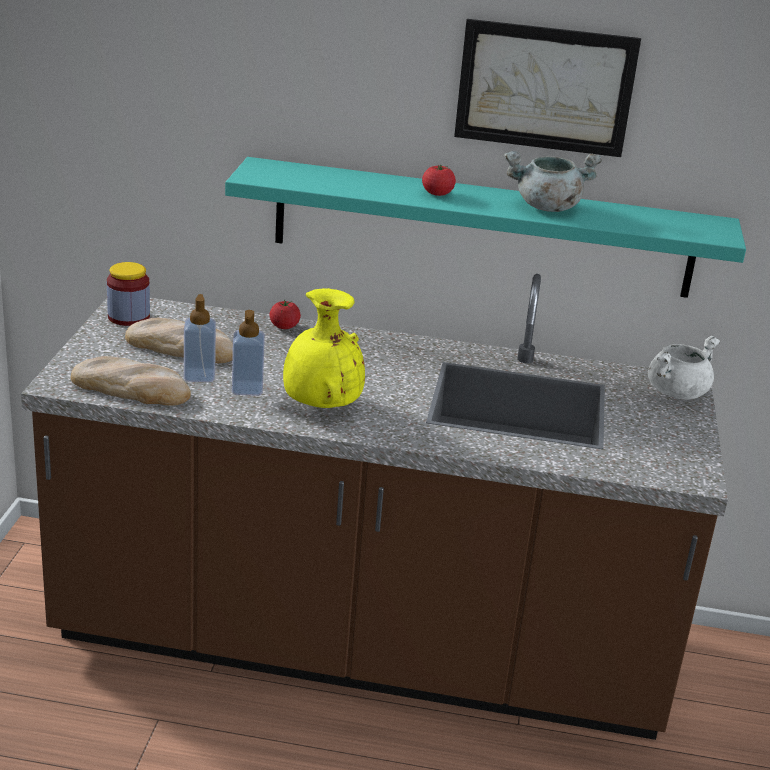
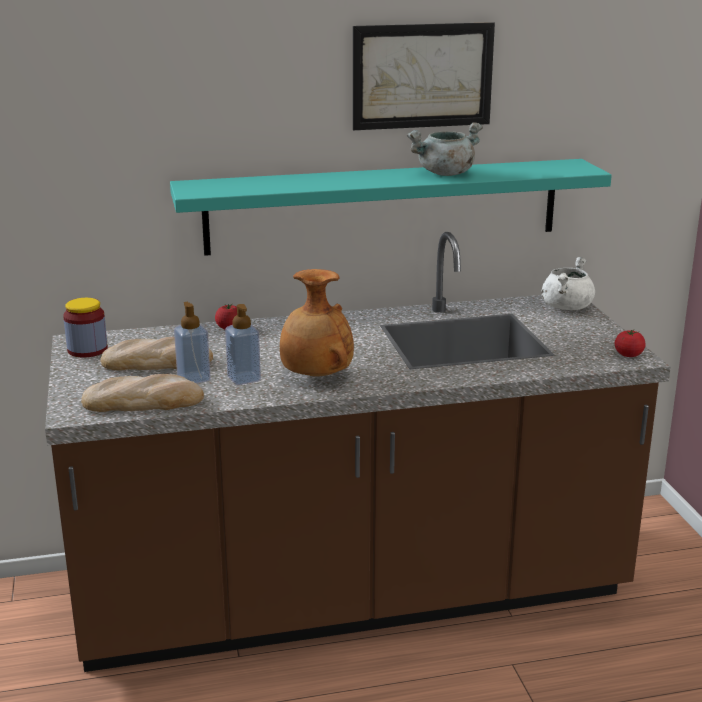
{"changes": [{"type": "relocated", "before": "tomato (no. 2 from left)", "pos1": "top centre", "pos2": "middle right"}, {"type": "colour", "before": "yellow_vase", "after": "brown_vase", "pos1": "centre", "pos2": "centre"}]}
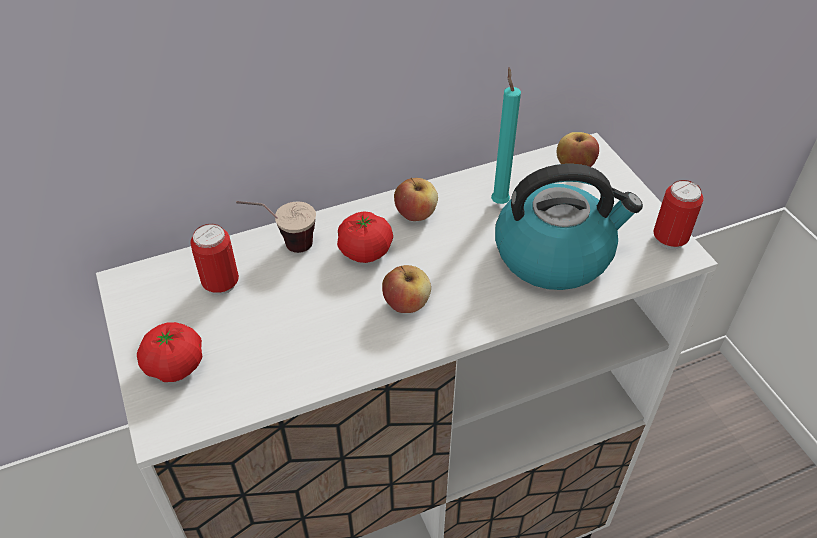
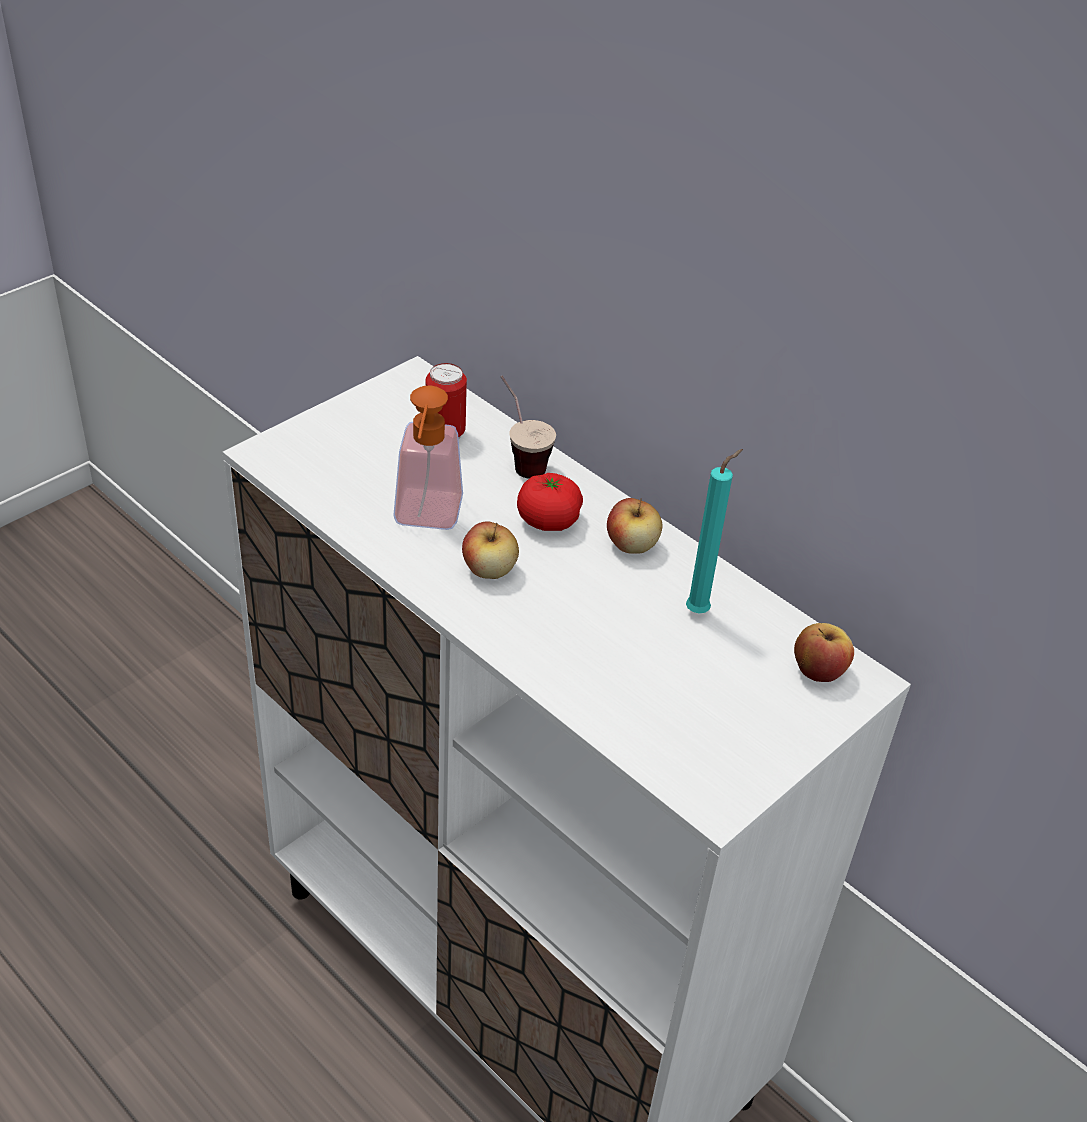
{"changes": [{"type": "missing", "before": "tomato (no. 1 from left)", "pos1": "middle left"}, {"type": "missing", "before": "kettle", "pos1": "middle right"}, {"type": "missing", "before": "can (no. 2 from left)", "pos1": "middle right"}, {"type": "appeared", "after": "soap_dispenser", "pos2": "centre"}]}
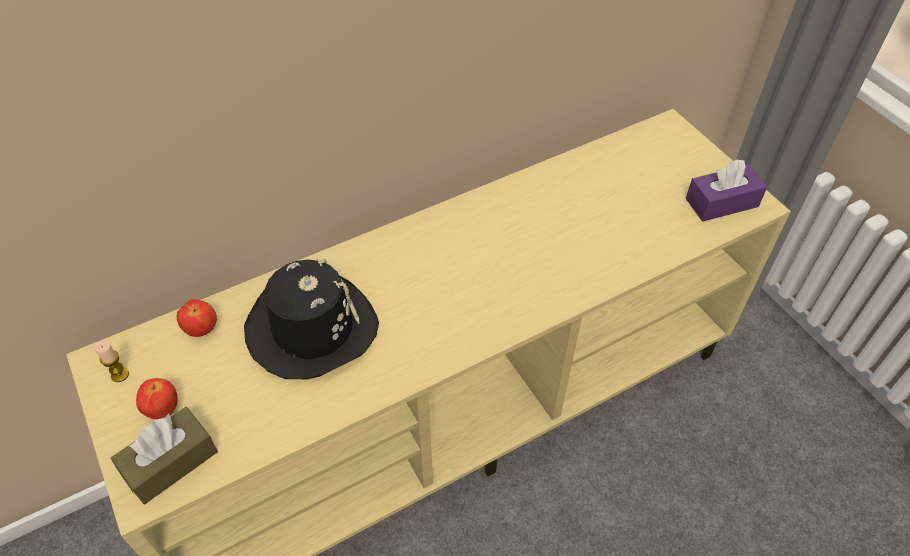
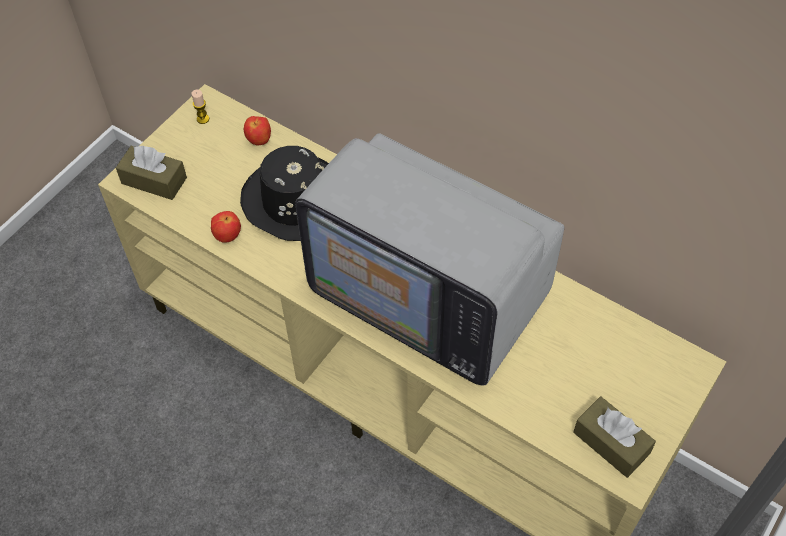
{"changes": [{"type": "appeared", "after": "television", "pos2": "centre"}, {"type": "relocated", "before": "apple (no. 1 from left)", "pos1": "bottom left", "pos2": "middle left"}, {"type": "colour", "before": "purple_tissue_box", "after": "brown_tissue_box (no. 2 from left)", "pos1": "middle right", "pos2": "bottom right"}]}
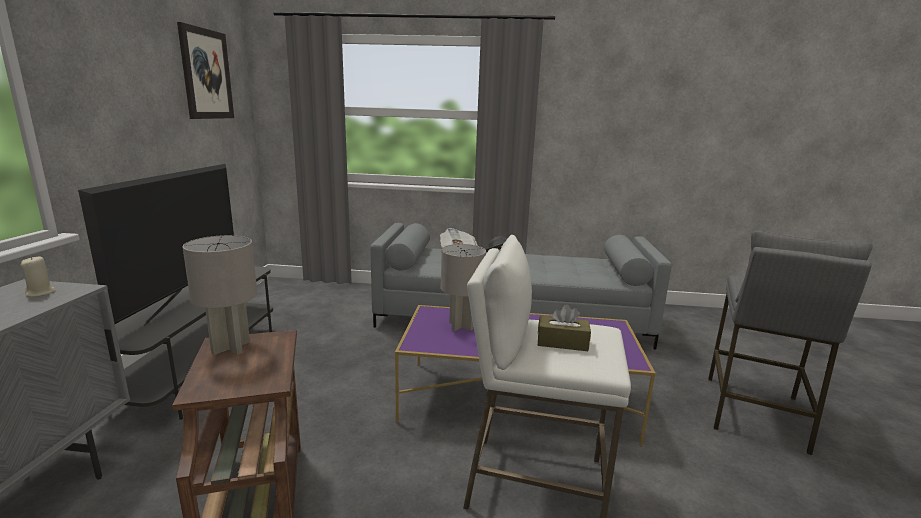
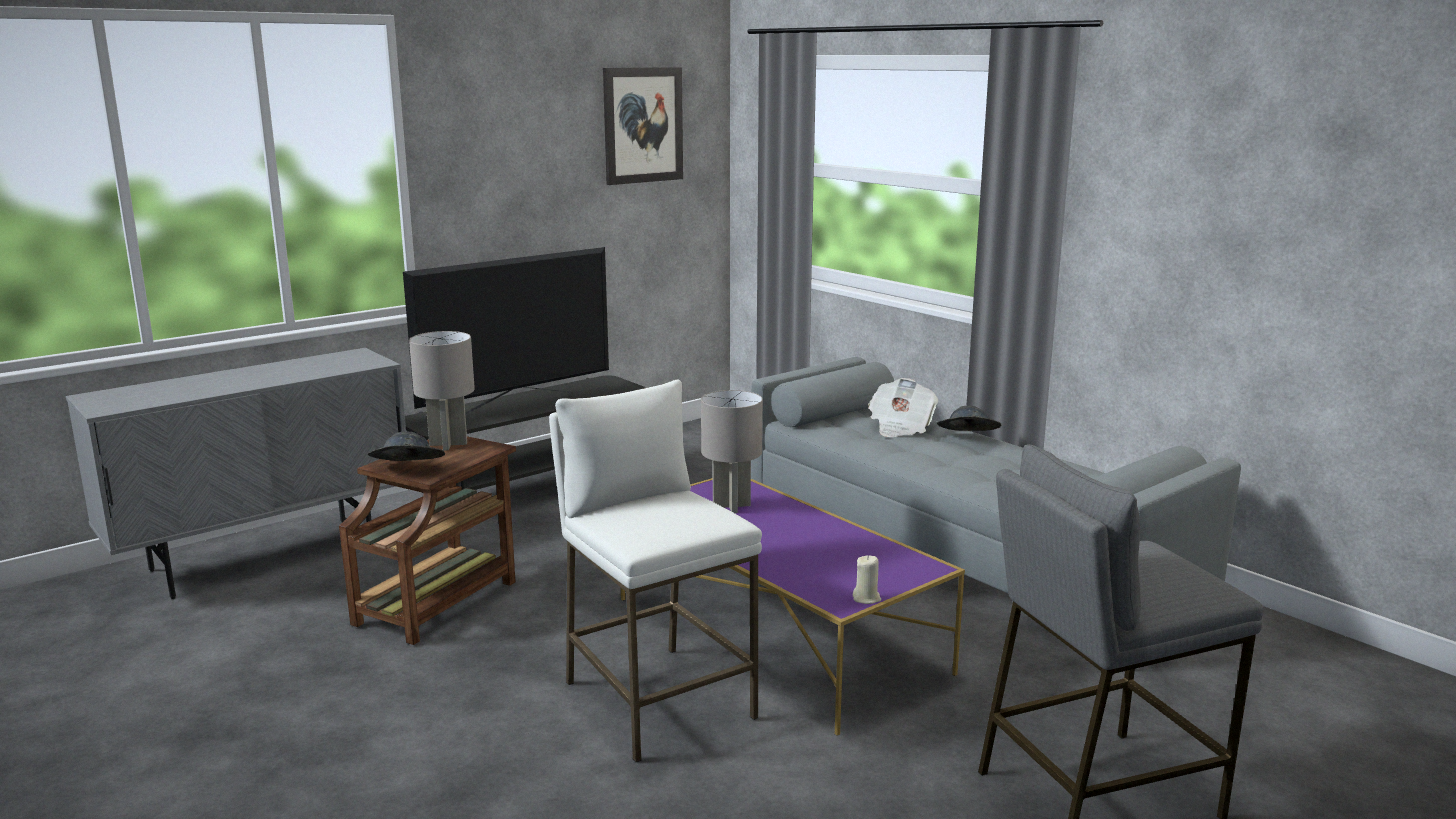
{"changes": [{"type": "missing", "before": "brown_tissue_box", "pos1": "centre"}, {"type": "appeared", "after": "grey_hat (no. 1 from left)", "pos2": "middle left"}, {"type": "relocated", "before": "beige_candle", "pos1": "middle left", "pos2": "bottom centre"}]}
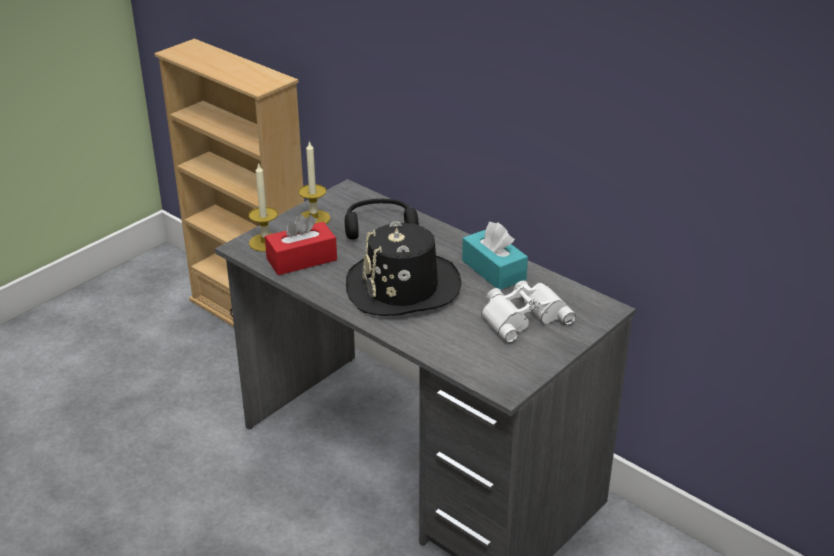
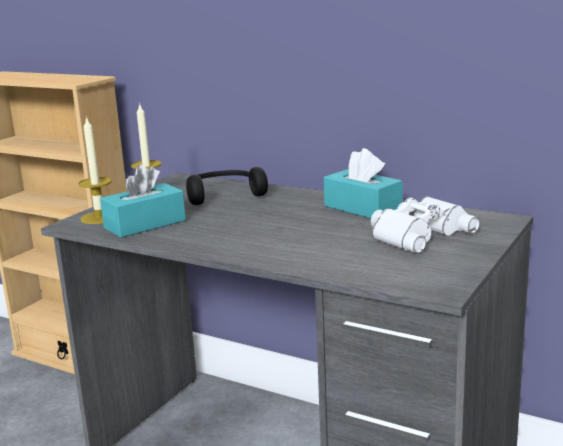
{"changes": [{"type": "missing", "before": "black_hat", "pos1": "centre"}, {"type": "colour", "before": "red_tissue_box", "after": "turquoise_tissue_box (no. 1 from left)", "pos1": "centre", "pos2": "middle left"}]}
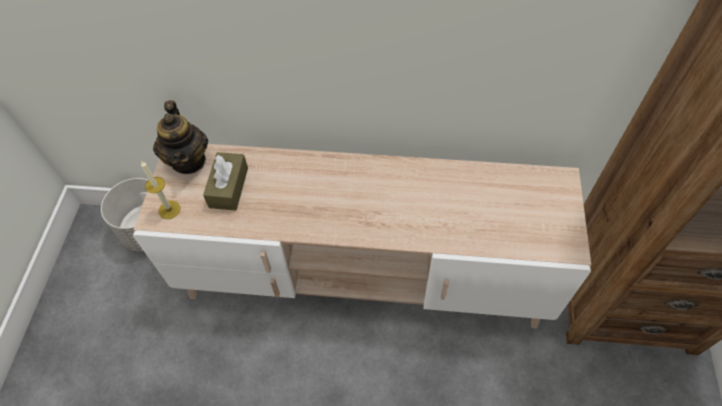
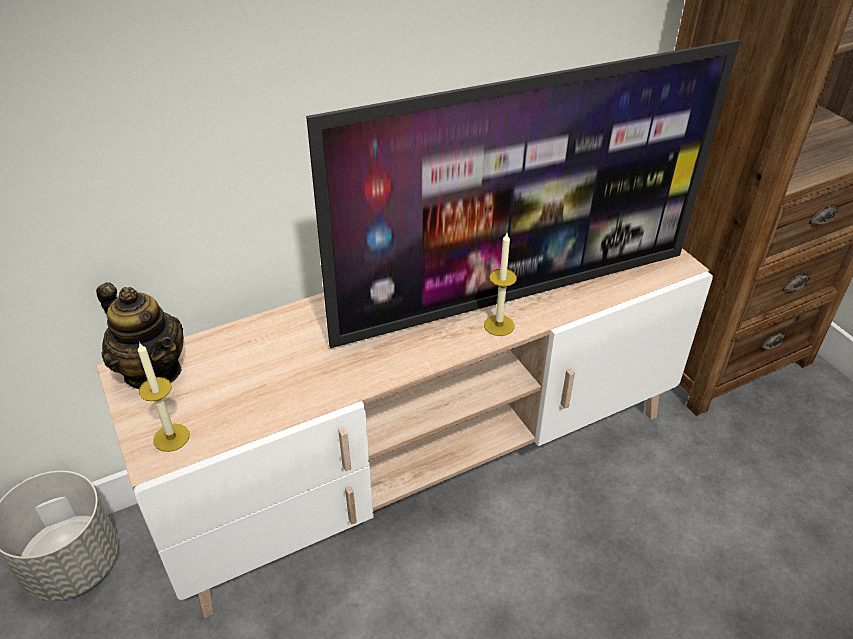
{"changes": [{"type": "missing", "before": "brown_tissue_box", "pos1": "middle left"}, {"type": "appeared", "after": "television", "pos2": "top centre"}, {"type": "appeared", "after": "candle (no. 2 from left)", "pos2": "centre"}]}
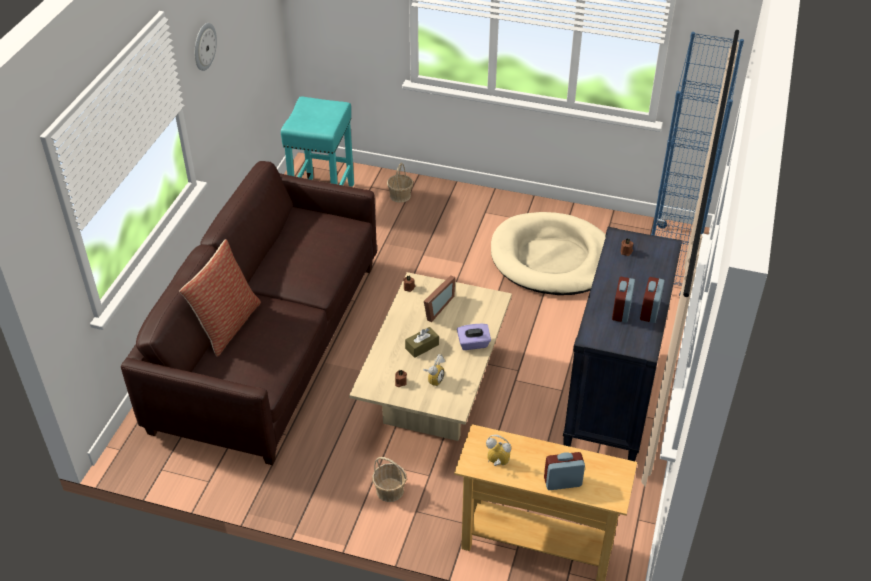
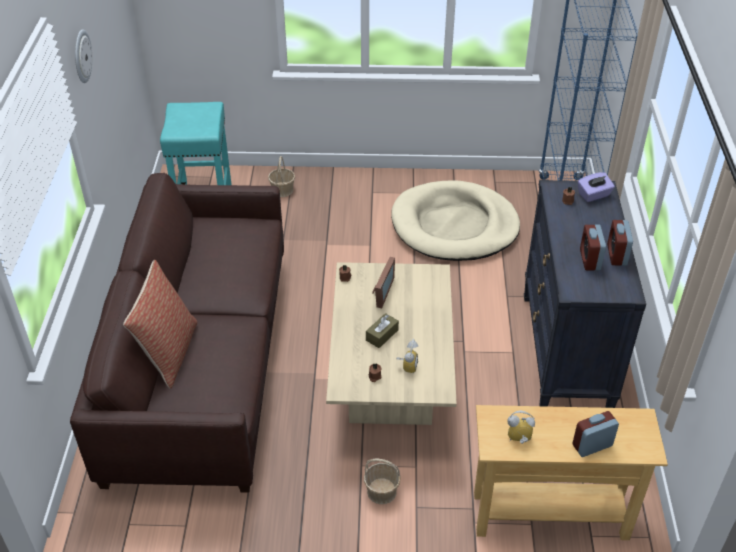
{"changes": [{"type": "relocated", "before": "purple_tissue_box", "pos1": "centre", "pos2": "middle right"}]}
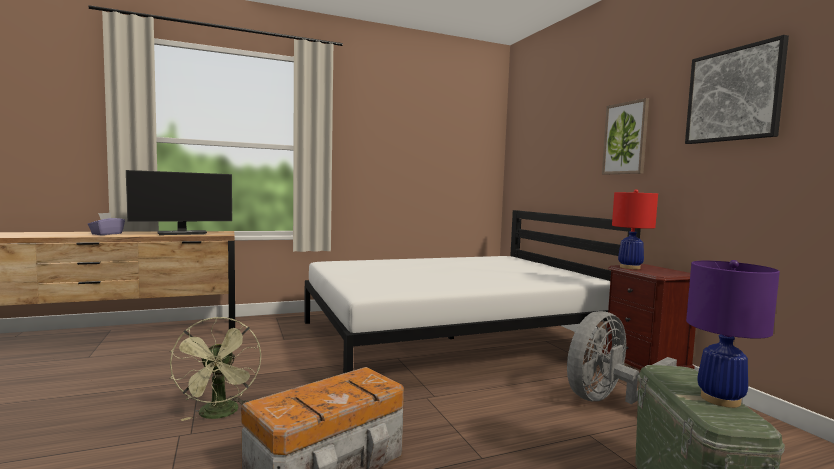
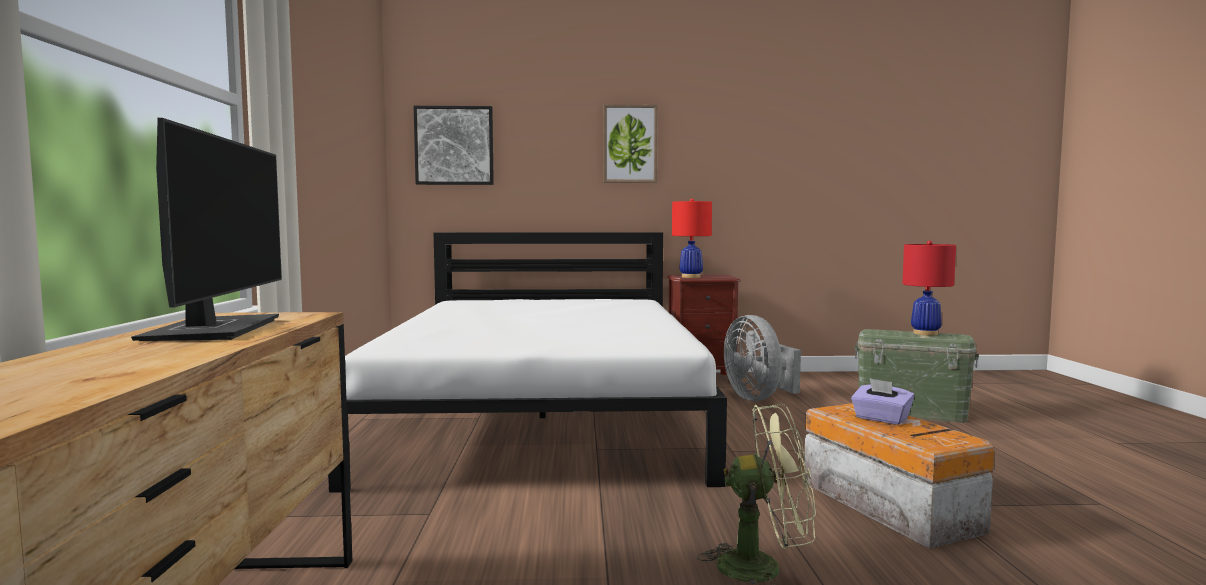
{"changes": [{"type": "relocated", "before": "purple_tissue_box", "pos1": "middle left", "pos2": "bottom right"}, {"type": "relocated", "before": "picture (no. 2 from left in the first image)", "after": "picture (no. 1 from left)", "pos1": "top right", "pos2": "top centre"}, {"type": "colour", "before": "purple_table_lamp", "after": "red_table_lamp (no. 2 from left)", "pos1": "bottom right", "pos2": "middle right"}]}
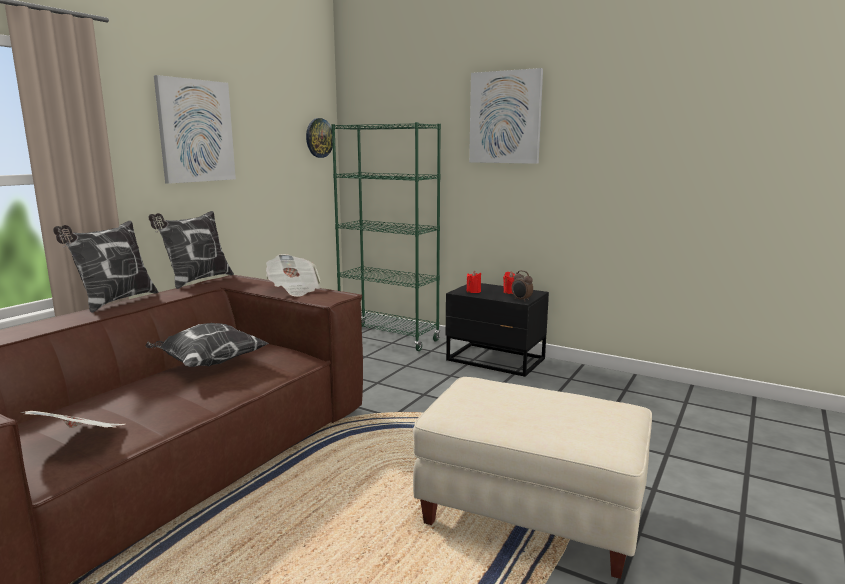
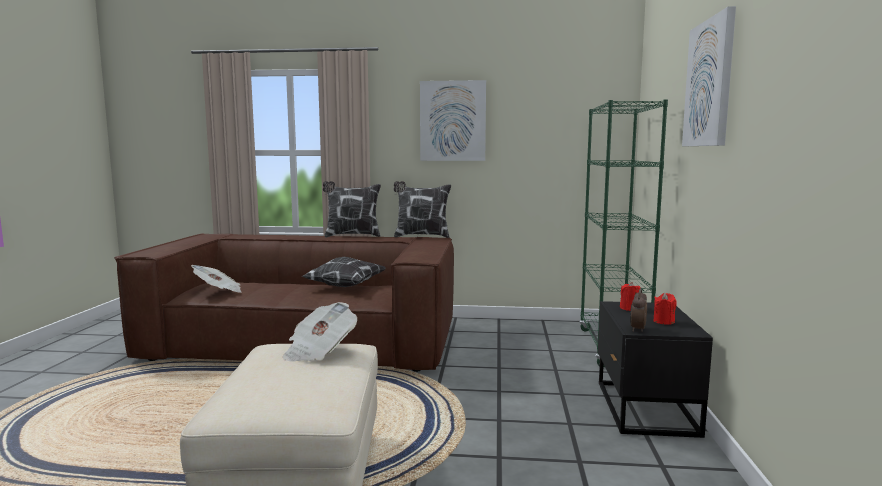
{"changes": [{"type": "missing", "before": "wall_clock", "pos1": "top centre"}, {"type": "relocated", "before": "newspaper (no. 2 from left)", "pos1": "centre", "pos2": "bottom centre"}]}
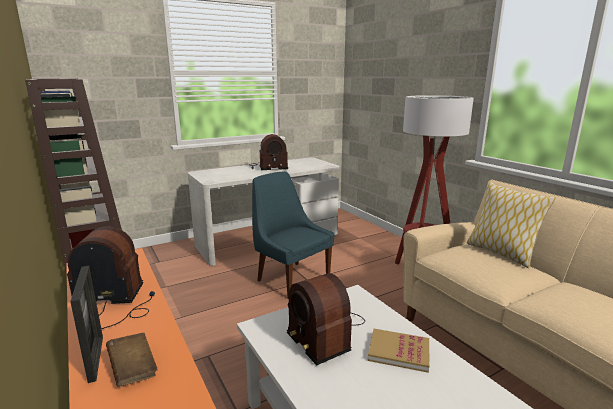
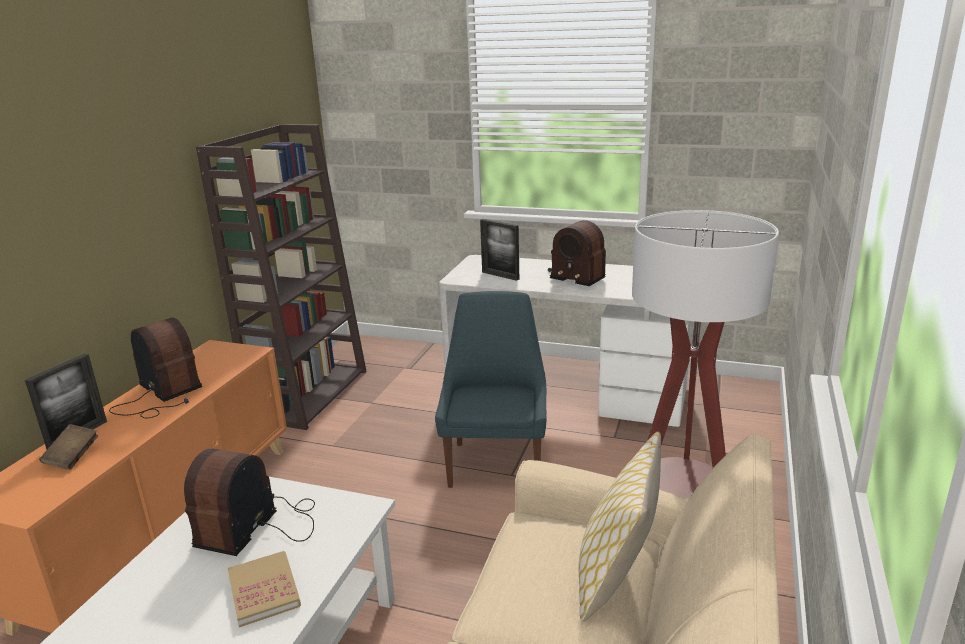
{"changes": [{"type": "appeared", "after": "picture_frame (no. 2 from left)", "pos2": "centre"}]}
